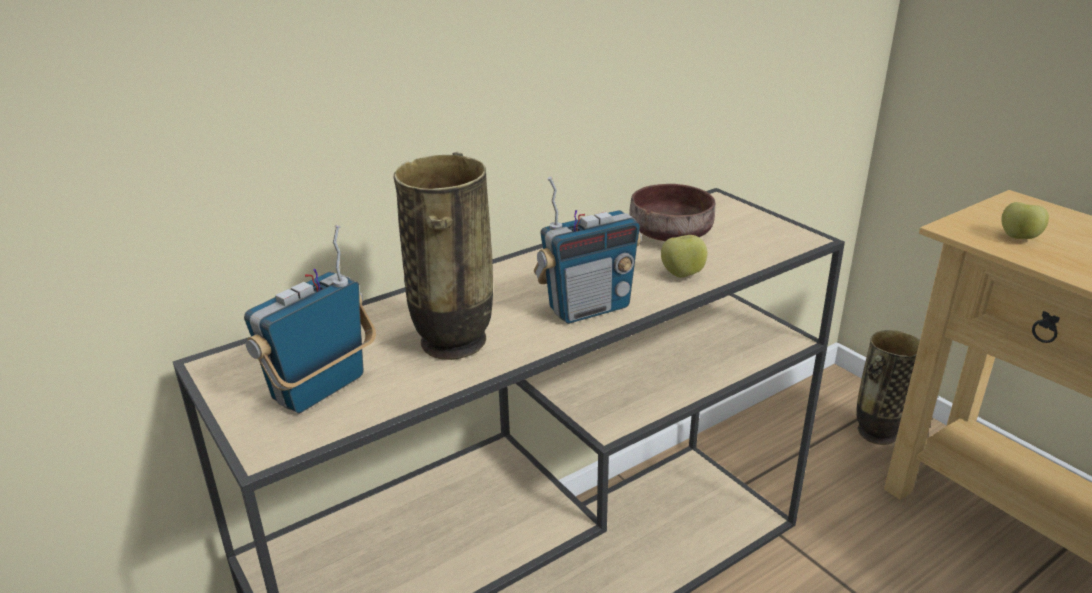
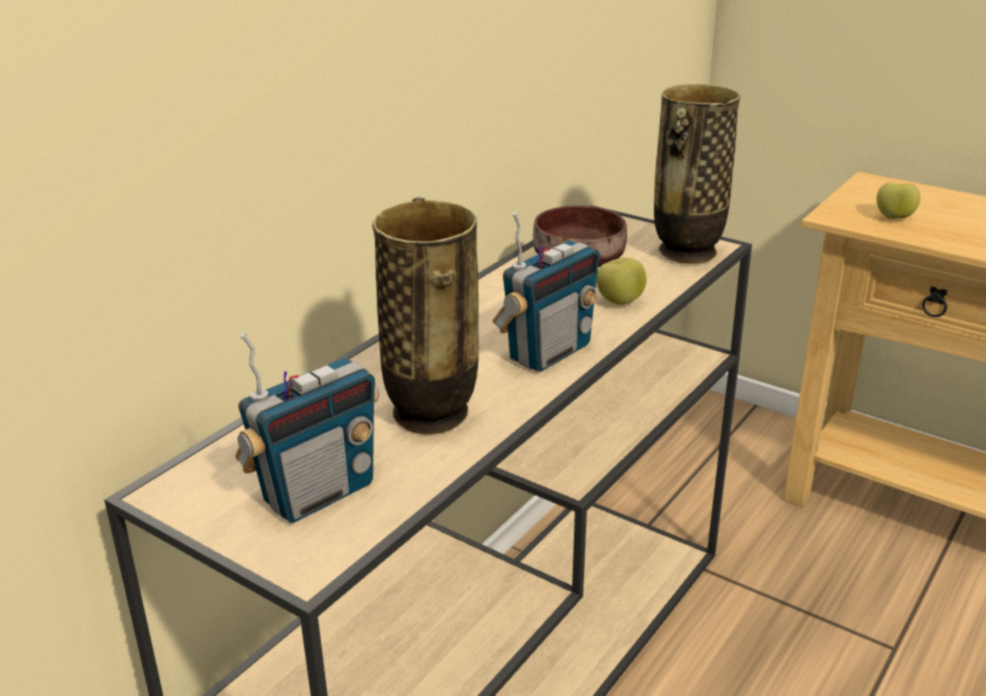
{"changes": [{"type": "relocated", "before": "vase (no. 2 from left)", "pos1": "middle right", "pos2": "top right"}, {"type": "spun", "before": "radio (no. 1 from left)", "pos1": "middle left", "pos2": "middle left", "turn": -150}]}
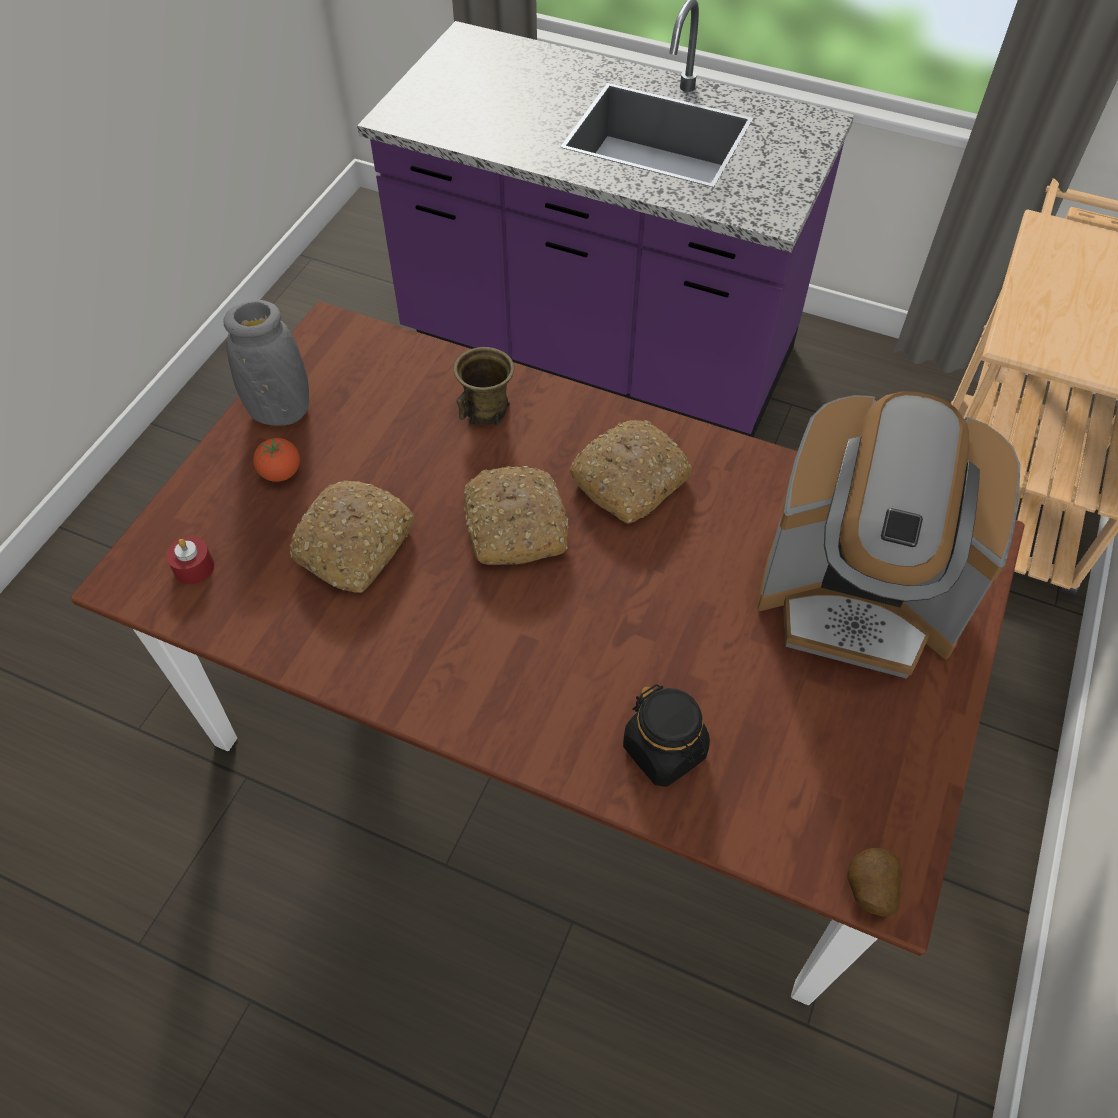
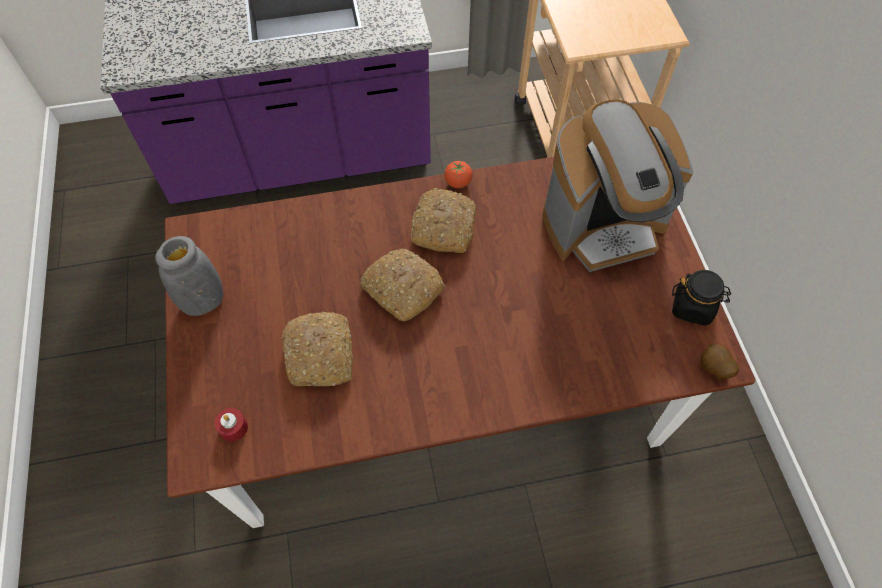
{"changes": [{"type": "missing", "before": "brown_mug", "pos1": "centre"}, {"type": "relocated", "before": "tomato", "pos1": "middle left", "pos2": "top centre"}, {"type": "relocated", "before": "black_jar", "pos1": "centre", "pos2": "middle right"}]}
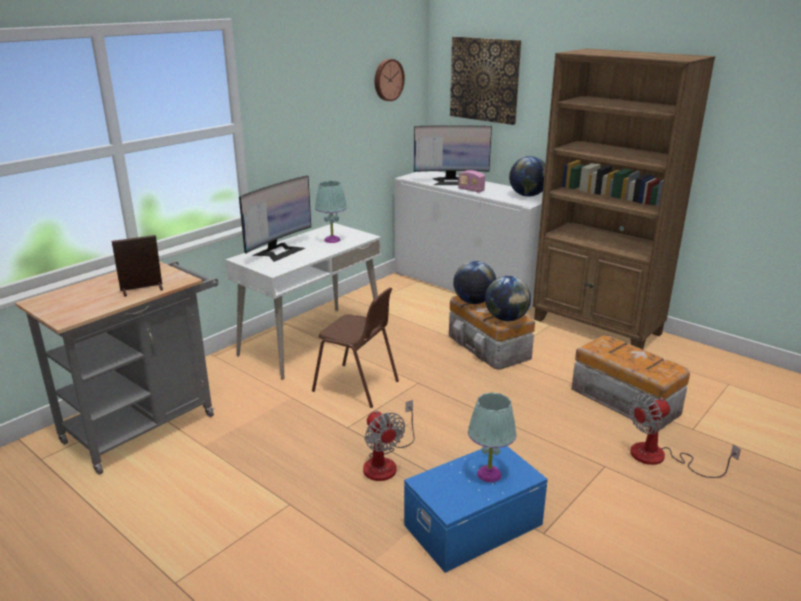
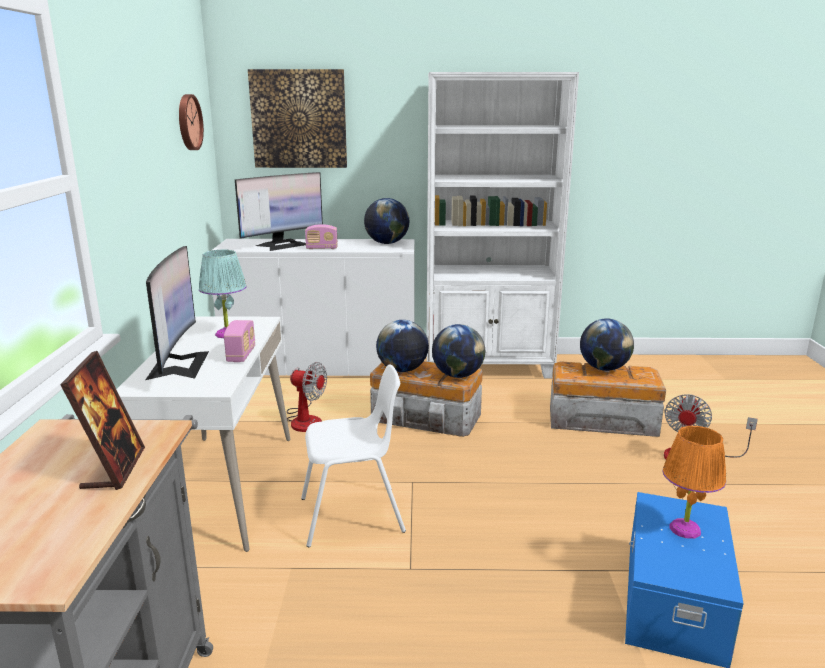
{"changes": [{"type": "appeared", "after": "radio (no. 1 from left)", "pos2": "middle left"}, {"type": "appeared", "after": "globe (no. 4 from left)", "pos2": "middle right"}, {"type": "relocated", "before": "fan (no. 1 from left)", "pos1": "bottom centre", "pos2": "centre"}, {"type": "colour", "before": "brown_chair", "after": "white_chair", "pos1": "centre", "pos2": "bottom centre"}, {"type": "colour", "before": "turquoise_table_lamp (no. 2 from left)", "after": "orange_table_lamp", "pos1": "bottom centre", "pos2": "bottom right"}, {"type": "colour", "before": "brown_bookcase", "after": "white_bookcase", "pos1": "top right", "pos2": "centre"}, {"type": "spun", "before": "picture_frame", "pos1": "middle left", "pos2": "middle left", "turn": 150}]}
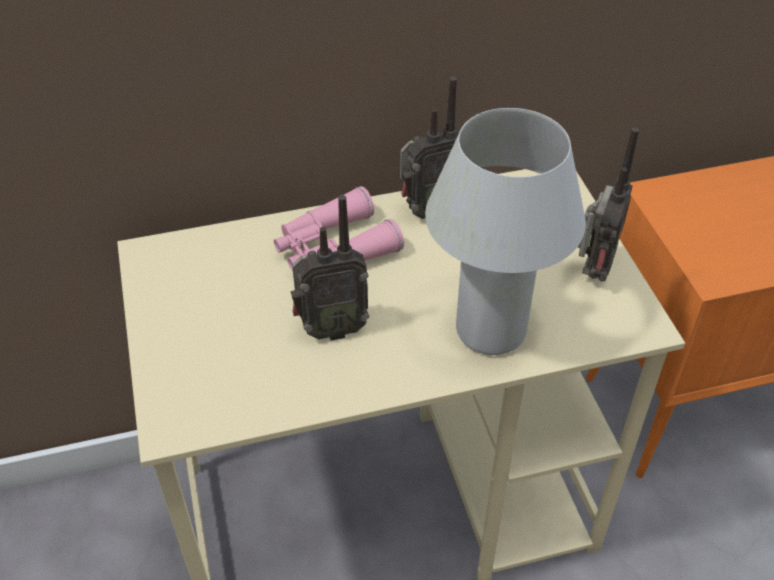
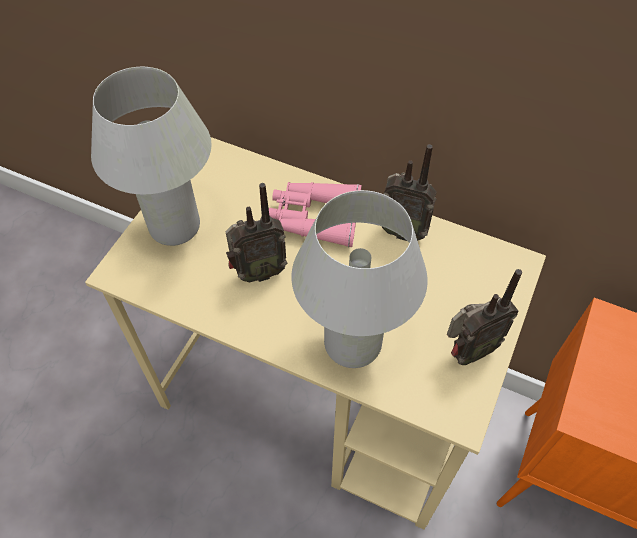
{"changes": [{"type": "appeared", "after": "white_table_lamp (no. 1 from left)", "pos2": "top left"}, {"type": "spun", "before": "radio (no. 1 from left)", "pos1": "centre", "pos2": "centre", "turn": -45}]}
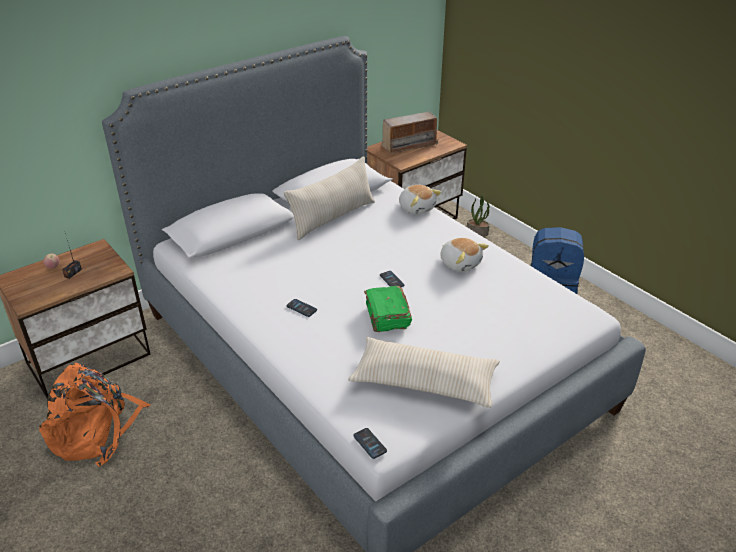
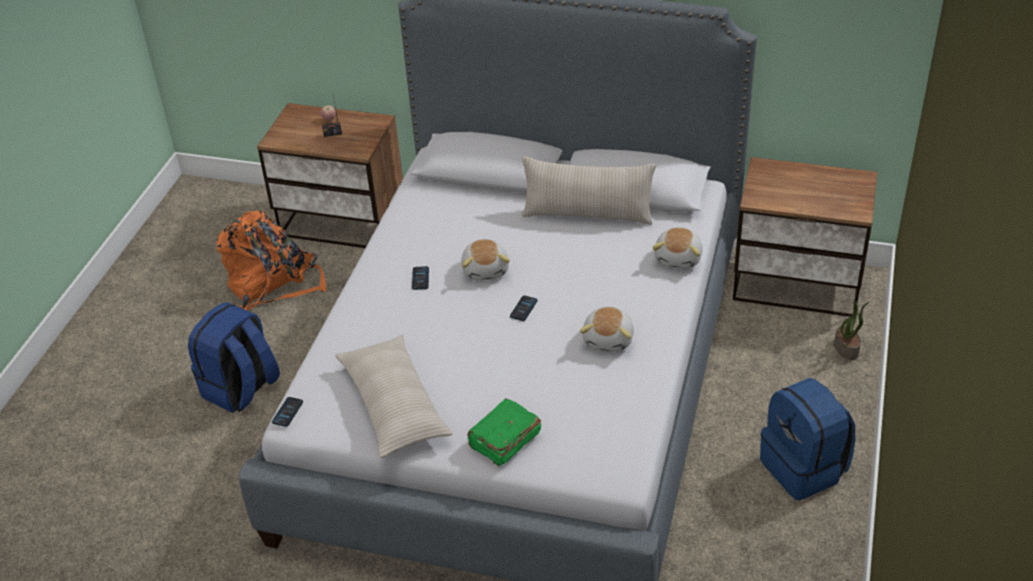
{"changes": [{"type": "missing", "before": "radio (no. 2 from left)", "pos1": "top centre"}, {"type": "appeared", "after": "blue_backpack (no. 1 from left)", "pos2": "middle left"}, {"type": "appeared", "after": "plush_toy (no. 1 from left)", "pos2": "centre"}, {"type": "relocated", "before": "green_book", "pos1": "centre", "pos2": "bottom centre"}]}
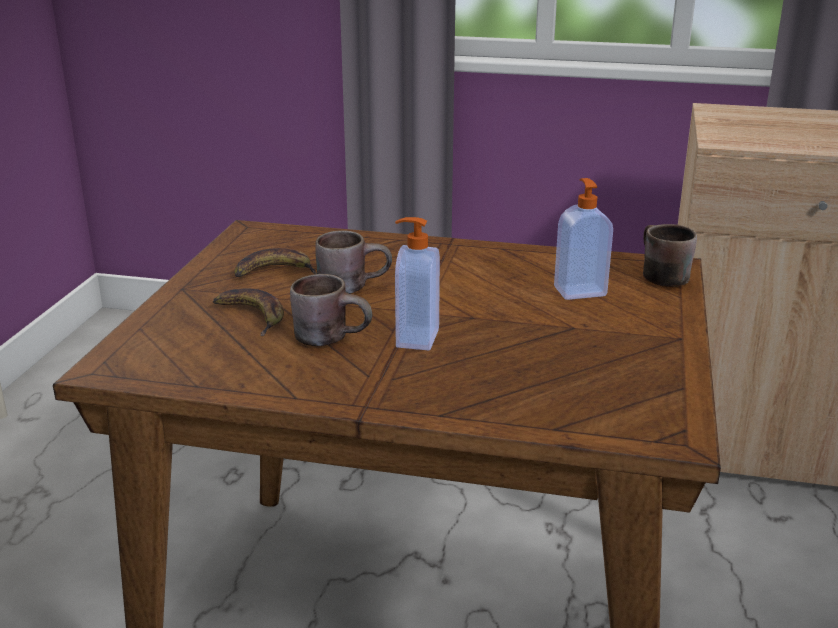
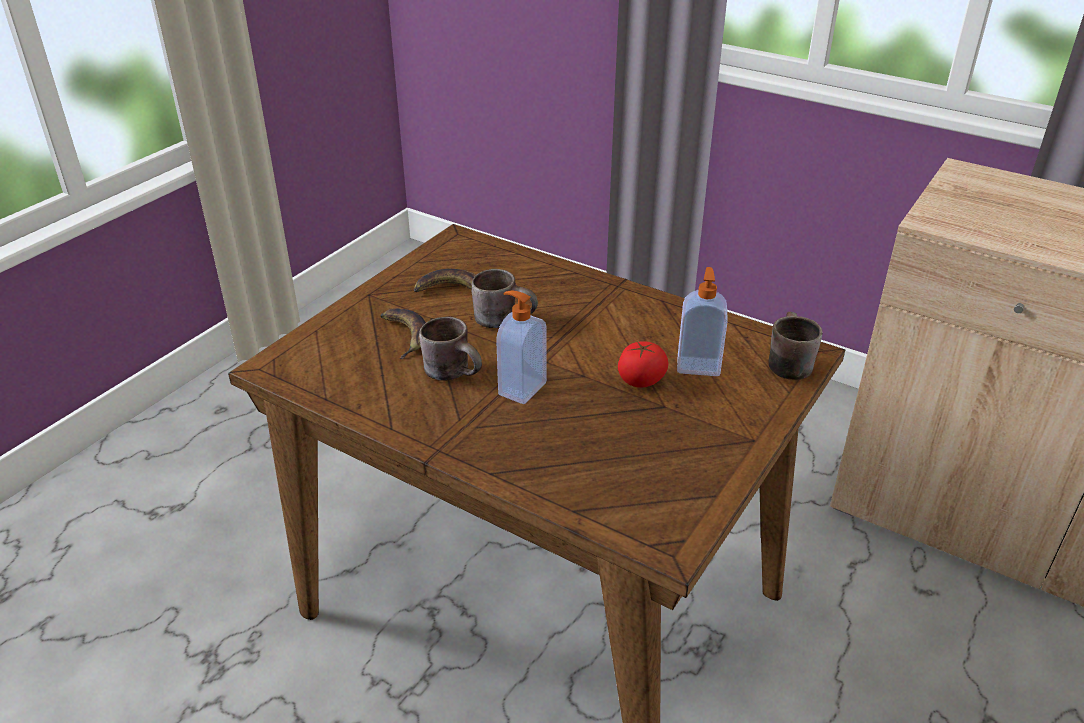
{"changes": [{"type": "appeared", "after": "tomato", "pos2": "centre"}]}
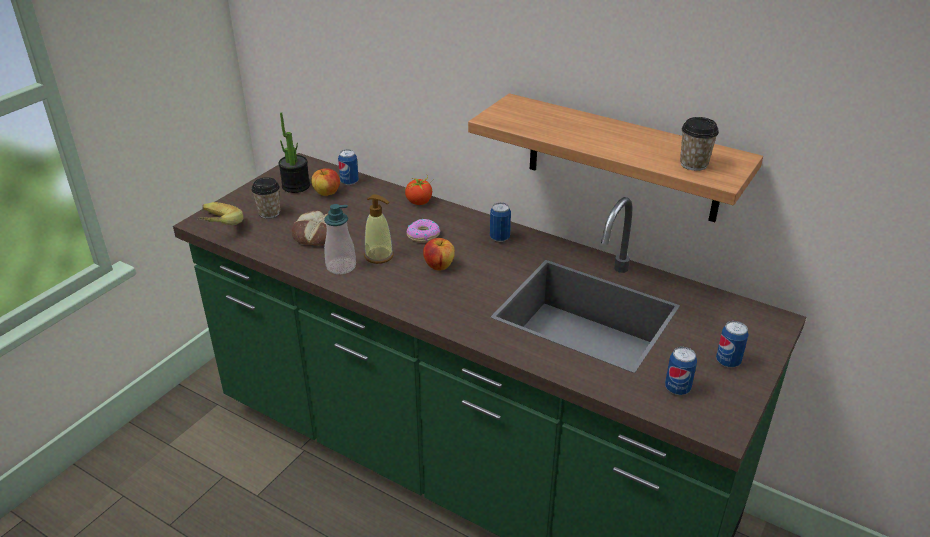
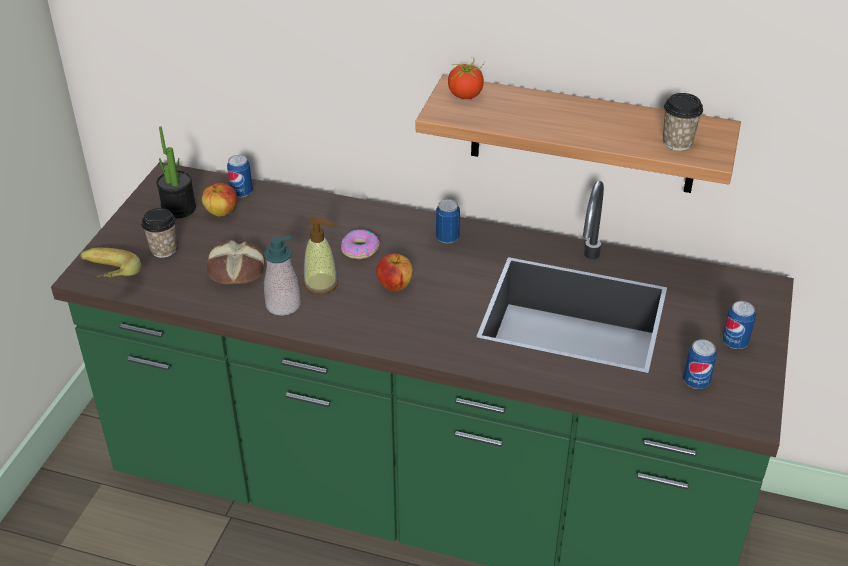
{"changes": [{"type": "relocated", "before": "tomato", "pos1": "centre", "pos2": "top centre"}]}
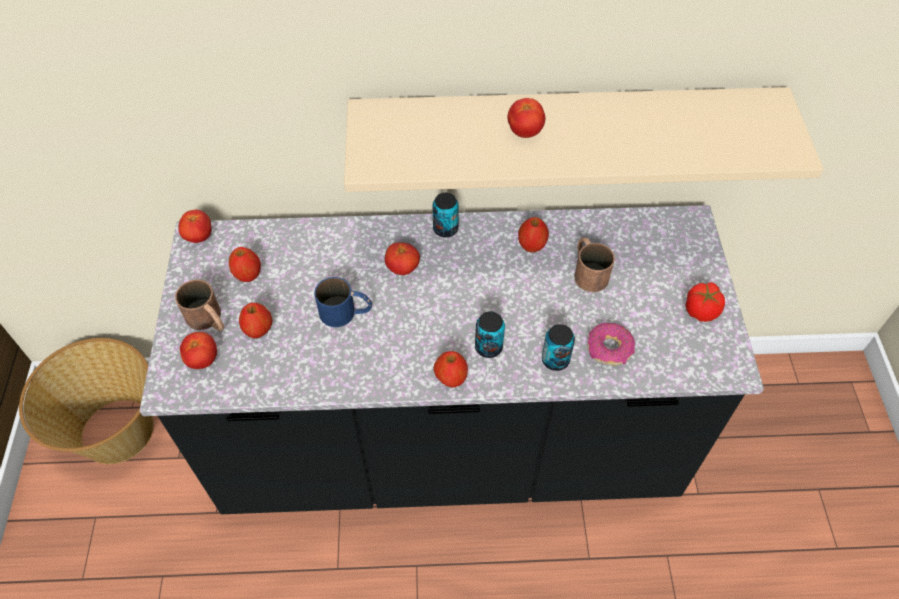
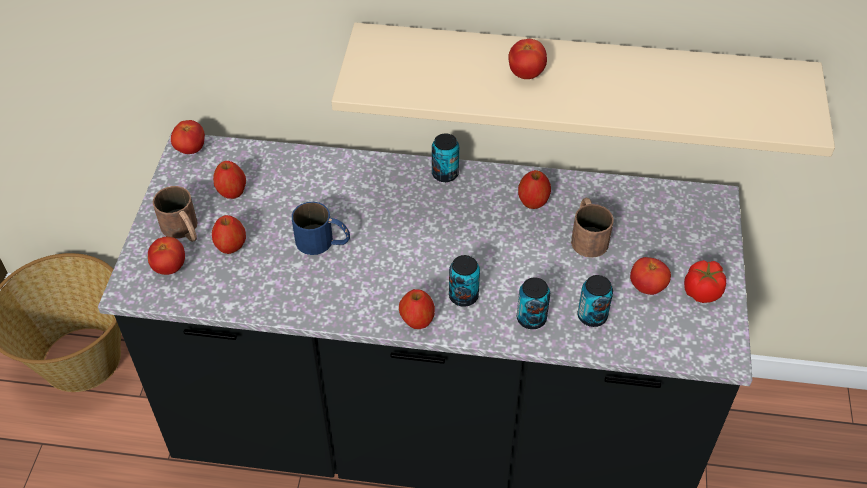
{"changes": [{"type": "relocated", "before": "tomato (no. 3 from left in the first image)", "after": "tomato (no. 4 from left)", "pos1": "centre", "pos2": "middle right"}, {"type": "exchanged", "before": "donut", "after": "can (no. 4 from left)", "pos1": "middle right", "pos2": "middle right"}]}
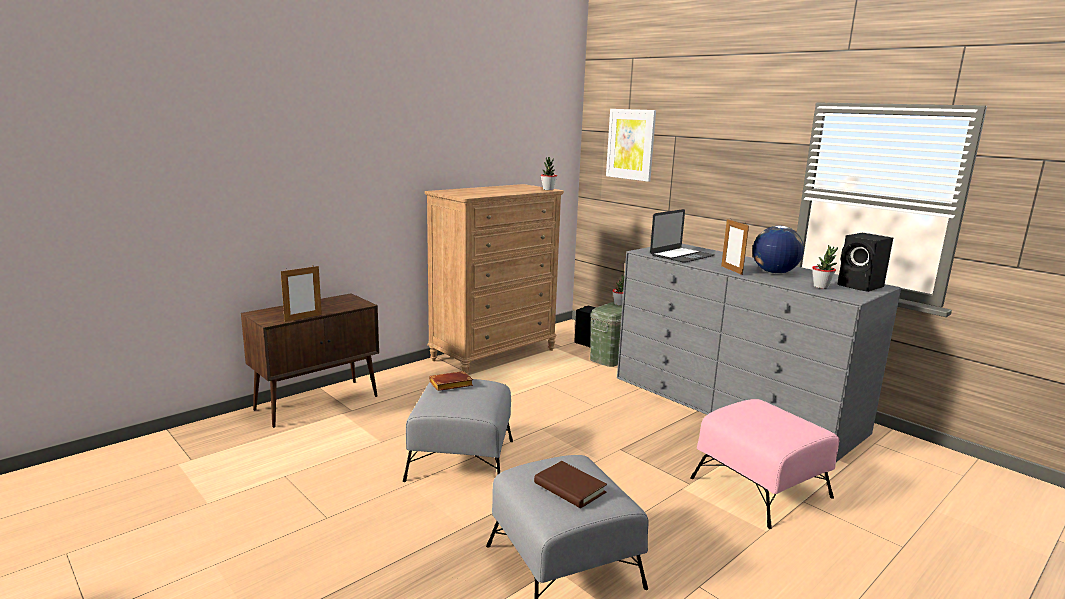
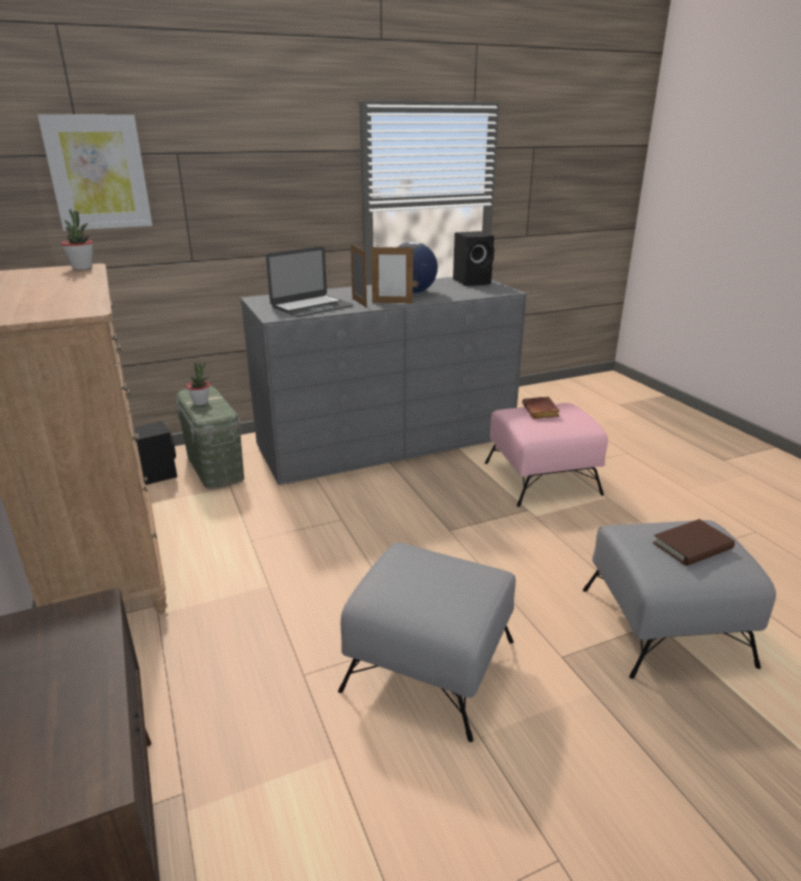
{"changes": [{"type": "missing", "before": "potted_plant (no. 3 from left)", "pos1": "middle right"}, {"type": "relocated", "before": "picture_frame (no. 1 from left)", "pos1": "middle left", "pos2": "top centre"}, {"type": "relocated", "before": "brown_book (no. 1 from left)", "pos1": "centre", "pos2": "middle right"}, {"type": "spun", "before": "laptop", "pos1": "centre", "pos2": "top centre", "turn": 75}]}
